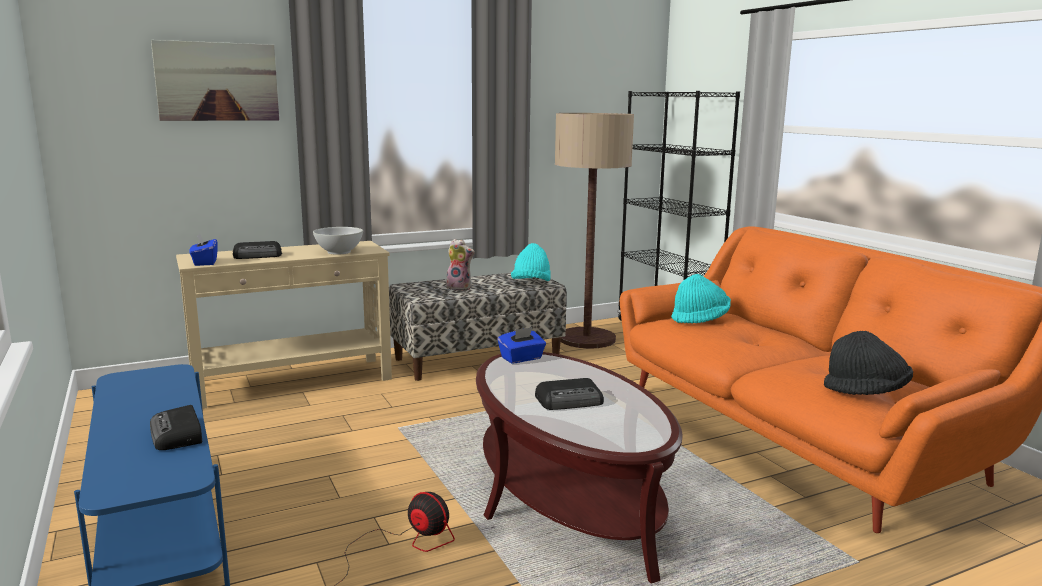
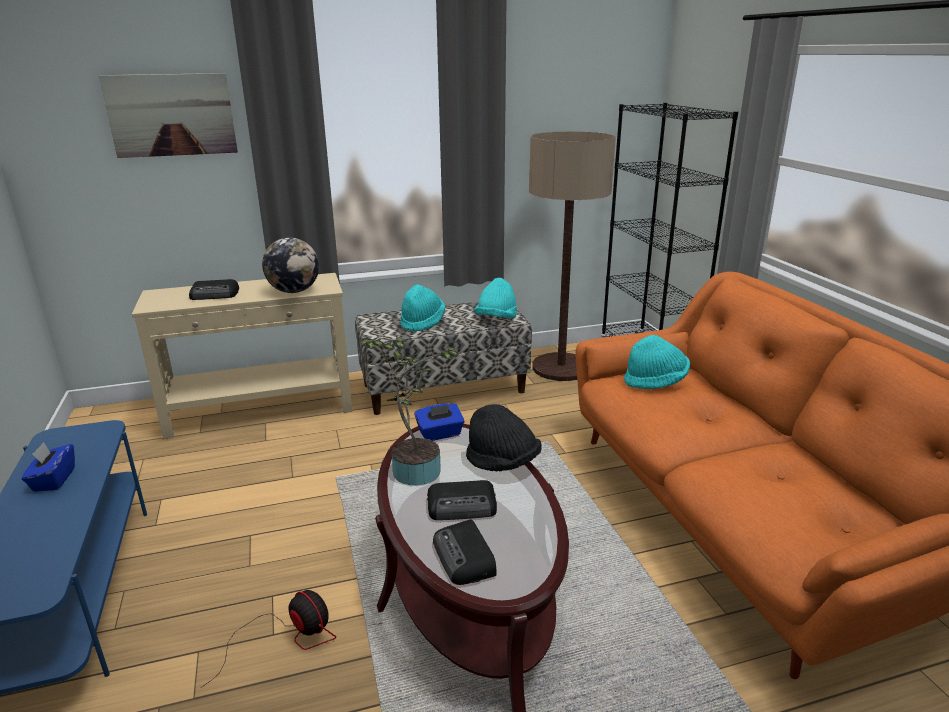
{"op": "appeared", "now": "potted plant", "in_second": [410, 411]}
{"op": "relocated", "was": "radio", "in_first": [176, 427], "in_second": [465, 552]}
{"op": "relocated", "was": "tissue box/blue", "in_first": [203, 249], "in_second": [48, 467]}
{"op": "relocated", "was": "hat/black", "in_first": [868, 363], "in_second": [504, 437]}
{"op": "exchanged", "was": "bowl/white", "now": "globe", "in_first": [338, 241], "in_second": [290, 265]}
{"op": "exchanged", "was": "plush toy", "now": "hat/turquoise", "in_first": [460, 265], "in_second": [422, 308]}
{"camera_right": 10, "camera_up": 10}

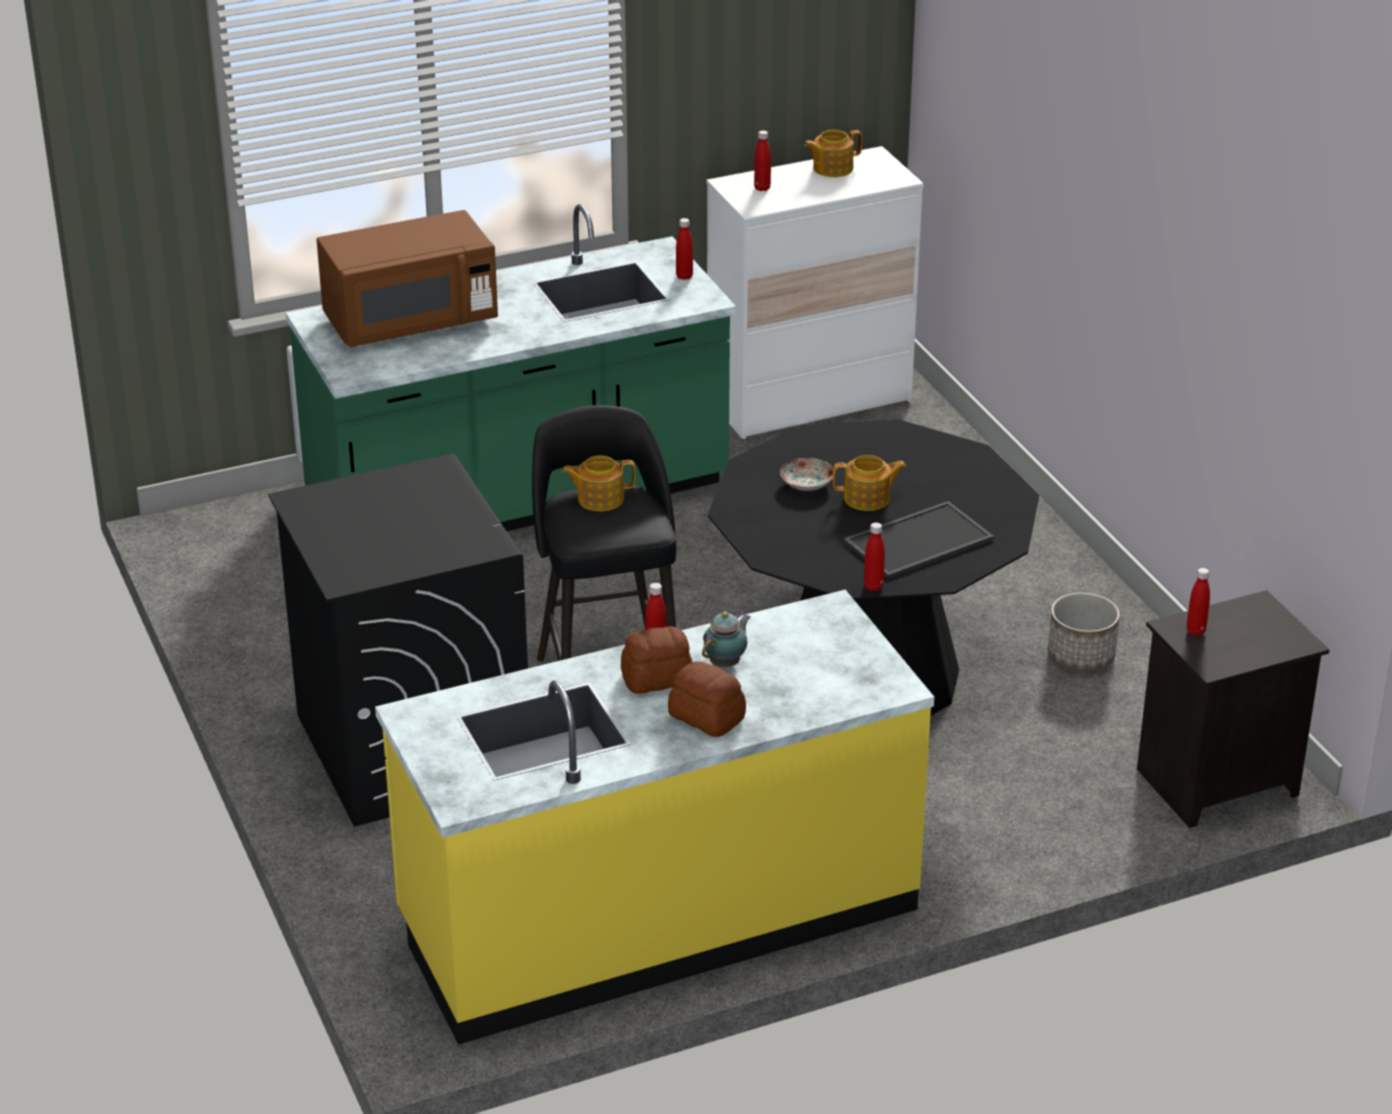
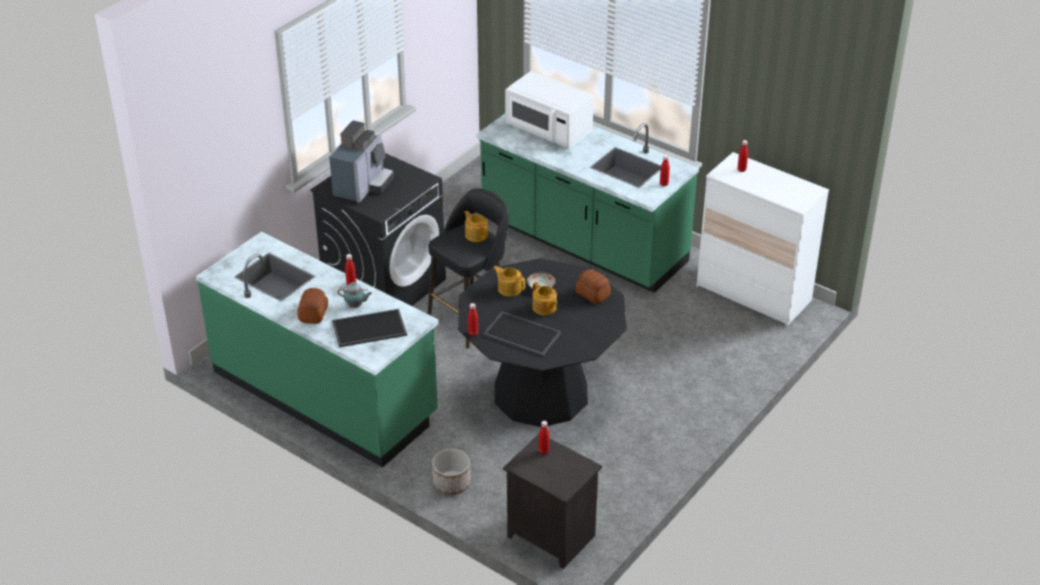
{"op": "appeared", "now": "coffee machine", "in_second": [361, 162]}
{"op": "appeared", "now": "tray", "in_second": [369, 328]}
{"op": "relocated", "was": "bread", "in_first": [656, 660], "in_second": [593, 286]}
{"op": "relocated", "was": "teapot", "in_first": [833, 153], "in_second": [509, 281]}
{"op": "relocated", "was": "planter", "in_first": [1084, 632], "in_second": [451, 472]}
{"op": "colour", "was": "microwave/brown", "now": "microwave/white", "in_first": [407, 278], "in_second": [549, 109]}
{"op": "colour", "was": "counter/yellow", "now": "counter/green", "in_first": [654, 817], "in_second": [317, 349]}
{"camera_right": 60, "camera_up": 5}

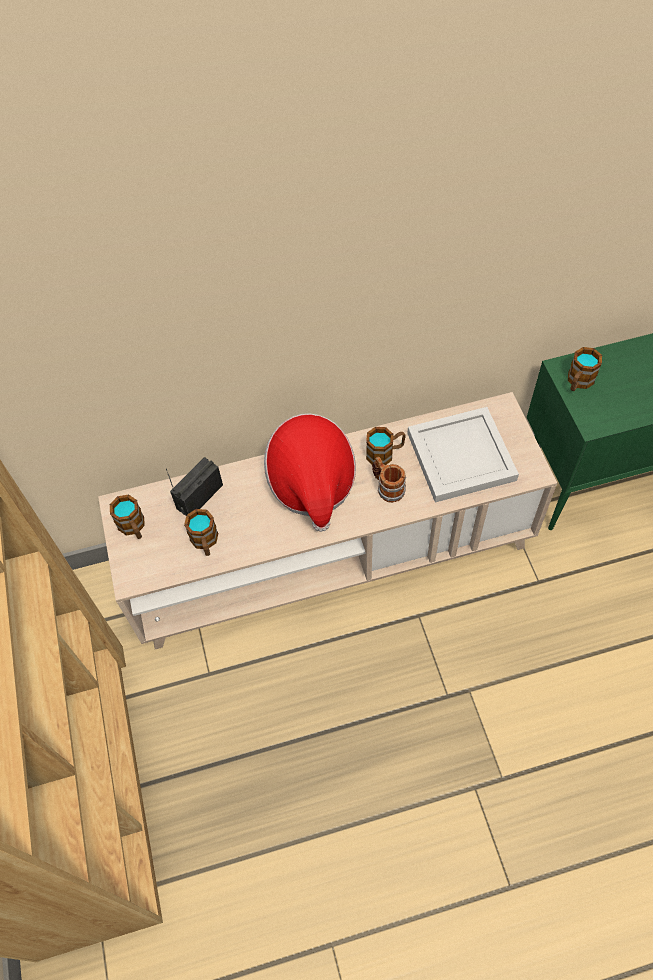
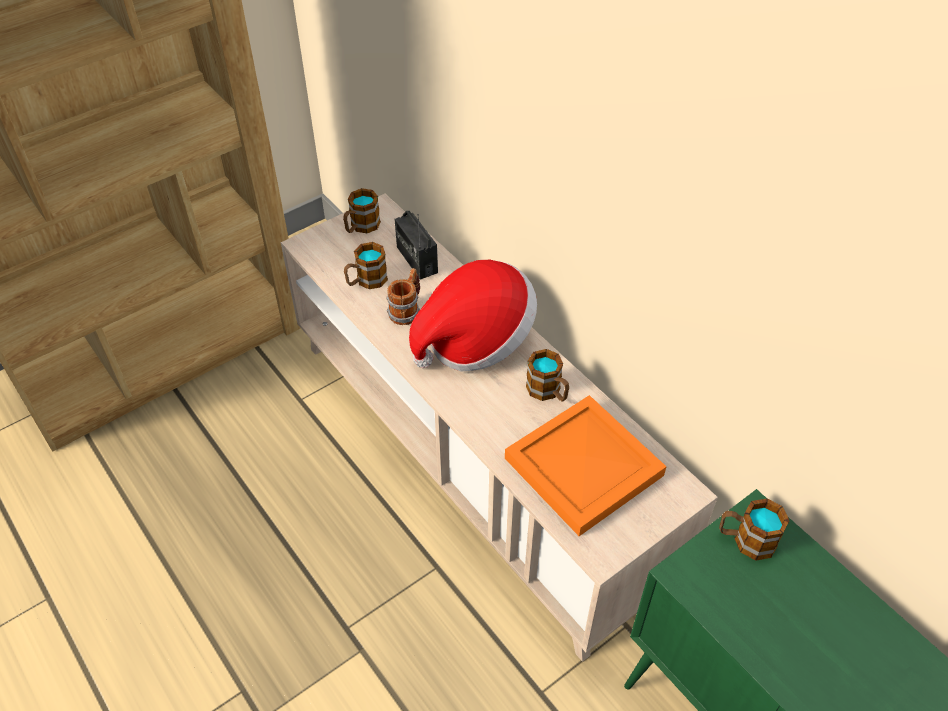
{"op": "relocated", "was": "mug", "in_first": [389, 480], "in_second": [403, 296]}
{"op": "colour", "was": "tray/white", "now": "tray/orange", "in_first": [463, 454], "in_second": [586, 465]}
{"op": "spun", "was": "radio", "in_first": [194, 486], "in_second": [416, 245], "clockwise": -135}
{"camera_right": 65, "camera_up": -10}

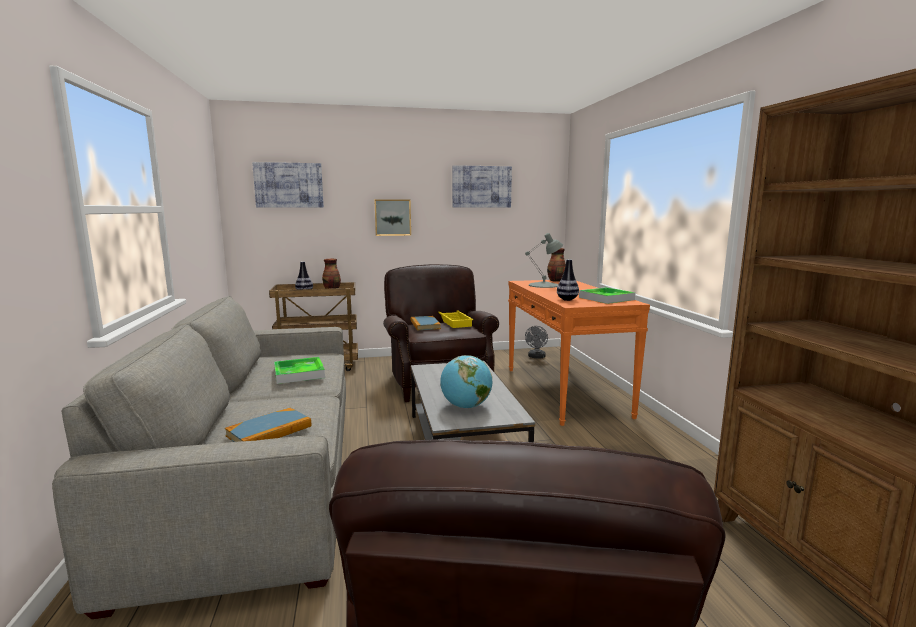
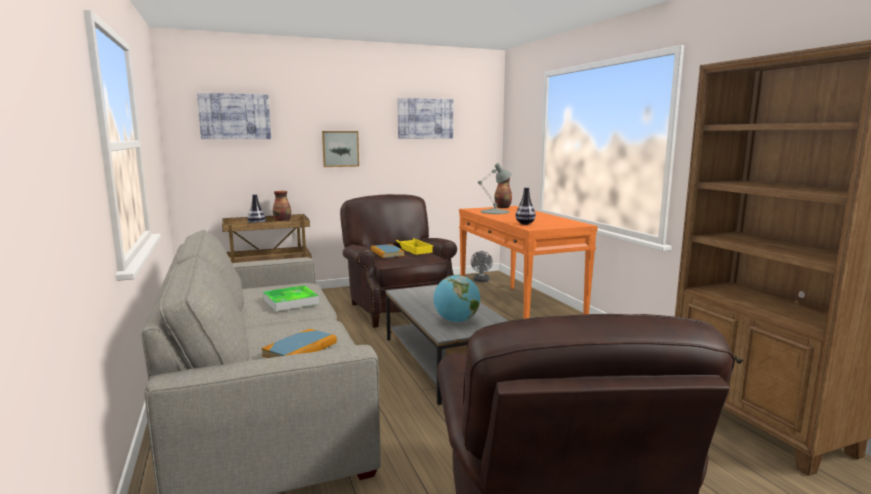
{"op": "missing", "was": "tray", "in_first": [607, 295]}
{"camera_right": -10, "camera_up": 0}

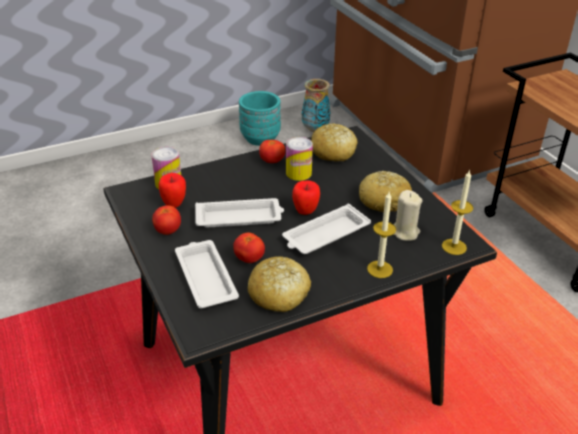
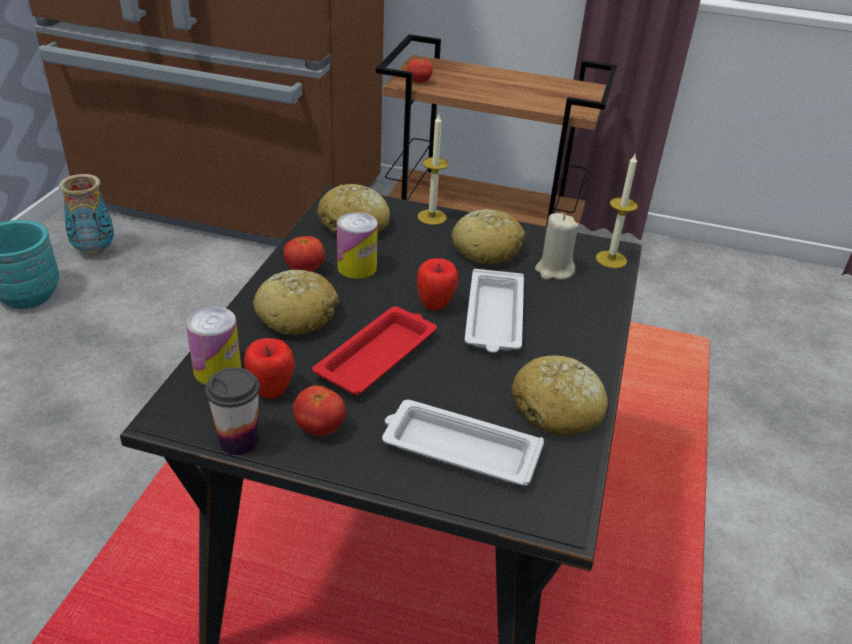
{"op": "appeared", "now": "cup", "in_second": [232, 411]}
{"op": "appeared", "now": "bread", "in_second": [296, 302]}
{"op": "relocated", "was": "tomato", "in_first": [249, 247], "in_second": [420, 71]}
{"op": "relocated", "was": "candle", "in_first": [381, 235], "in_second": [433, 170]}
{"op": "colour", "was": "tray/white", "now": "tray/red", "in_first": [239, 213], "in_second": [374, 350]}
{"camera_right": -50, "camera_up": 0}

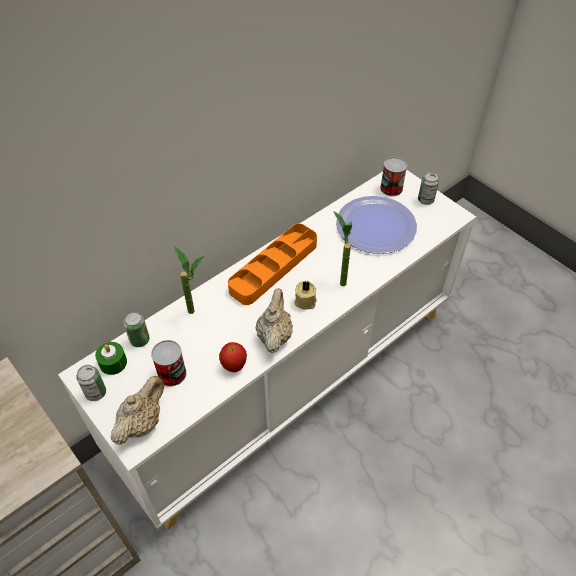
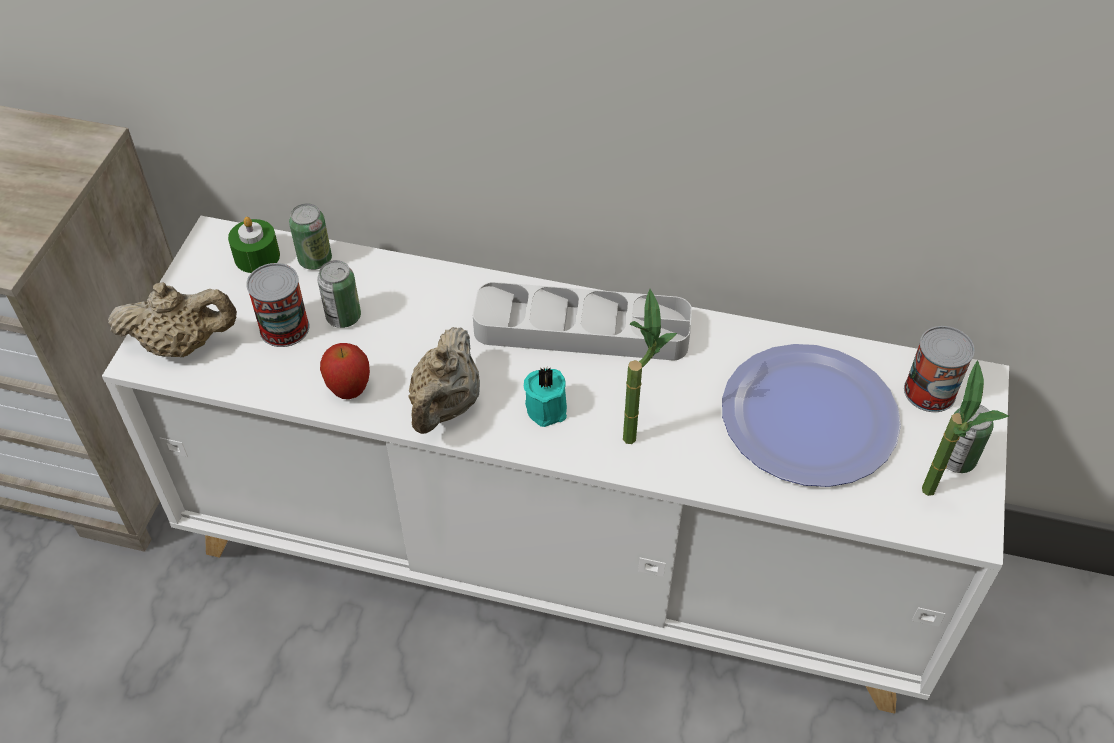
{"op": "relocated", "was": "can", "in_first": [91, 383], "in_second": [339, 294]}
{"op": "relocated", "was": "potted plant", "in_first": [189, 280], "in_second": [965, 428]}
{"op": "colour", "was": "tray/orange", "now": "tray/grey", "in_first": [272, 264], "in_second": [582, 321]}
{"op": "colour", "was": "candle/beige", "now": "candle/turquoise", "in_first": [305, 295], "in_second": [545, 397]}
{"op": "spun", "was": "teapot/beige", "in_first": [274, 320], "in_second": [444, 380], "clockwise": 135}
{"camera_right": 55, "camera_up": 0}

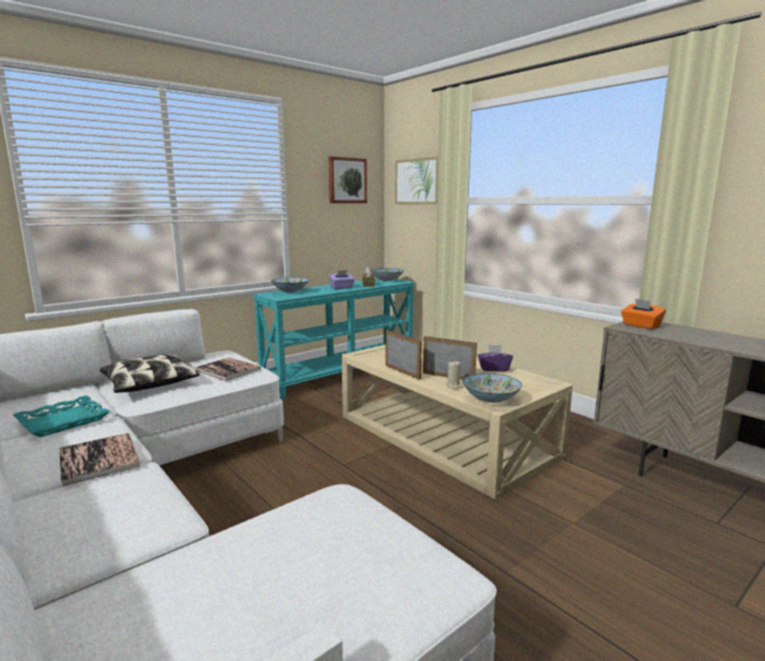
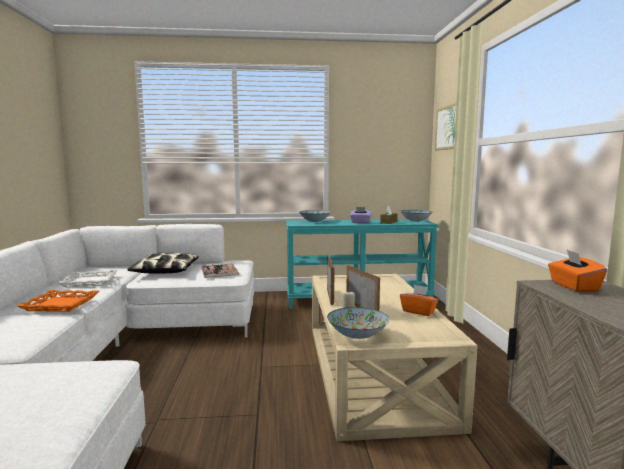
{"op": "missing", "was": "picture", "in_first": [348, 179]}
{"op": "exchanged", "was": "book", "now": "tray/orange", "in_first": [99, 460], "in_second": [58, 301]}
{"op": "colour", "was": "tray/turquoise", "now": "tray/white", "in_first": [61, 416], "in_second": [88, 279]}
{"op": "colour", "was": "tissue box/purple", "now": "tissue box/orange", "in_first": [495, 358], "in_second": [419, 300]}
{"camera_right": 35, "camera_up": -5}

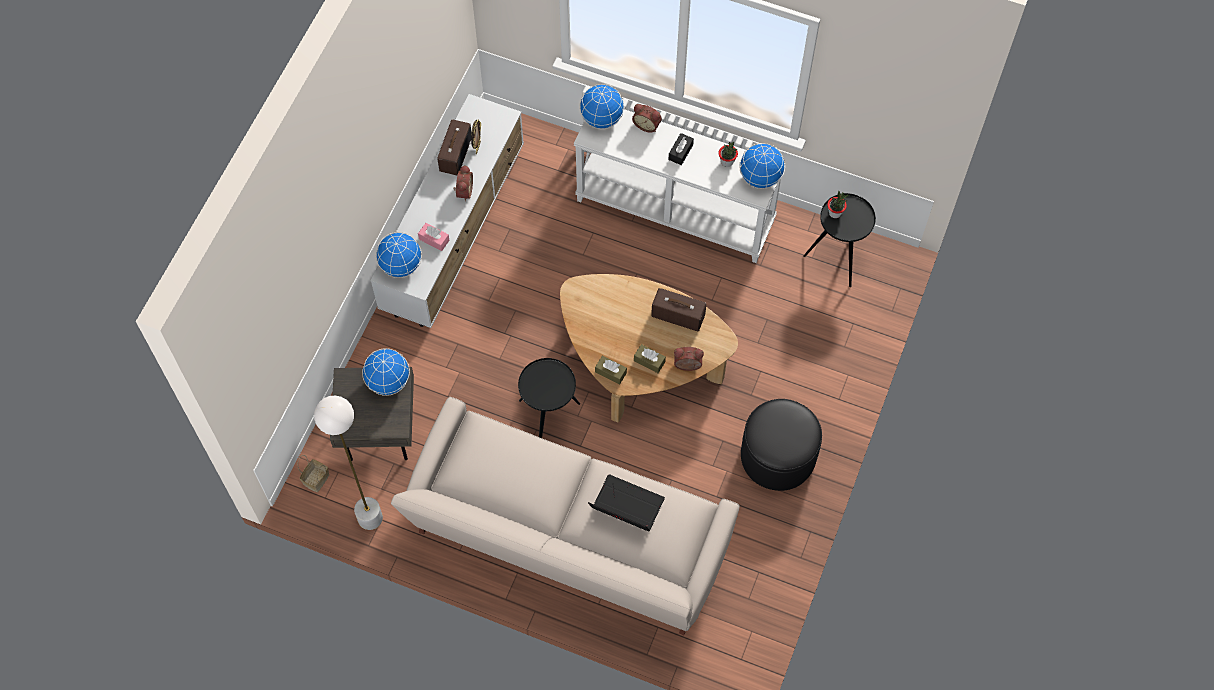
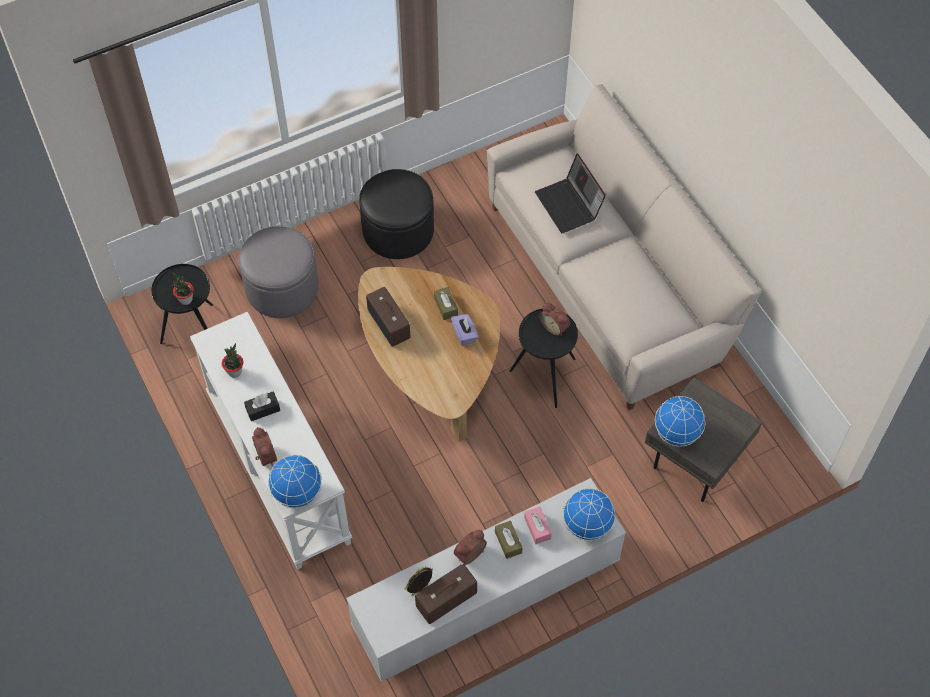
{"op": "missing", "was": "basket", "in_first": [313, 473]}
{"op": "missing", "was": "floor lamp/white", "in_first": [348, 463]}
{"op": "missing", "was": "globe", "in_first": [762, 166]}
{"op": "appeared", "now": "ottoman/grey", "in_second": [278, 272]}
{"op": "appeared", "now": "tissue box/purple", "in_second": [464, 330]}
{"op": "relocated", "was": "tissue box/brown", "in_first": [611, 370], "in_second": [509, 540]}
{"op": "relocated", "was": "alarm clock", "in_first": [689, 359], "in_second": [554, 319]}
{"camera_right": -140, "camera_up": -5}

